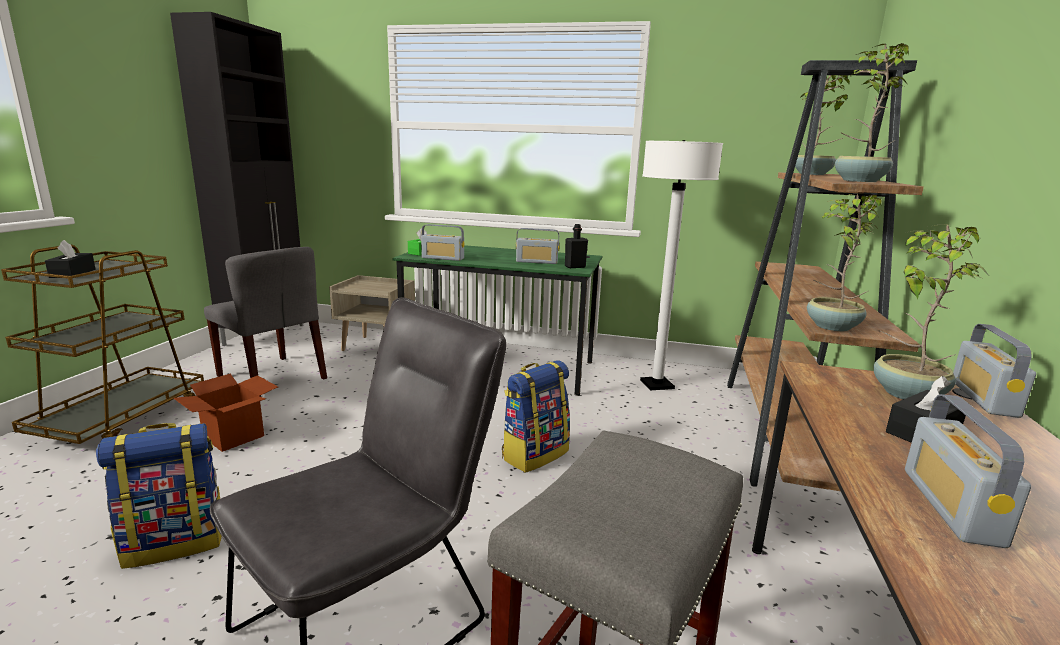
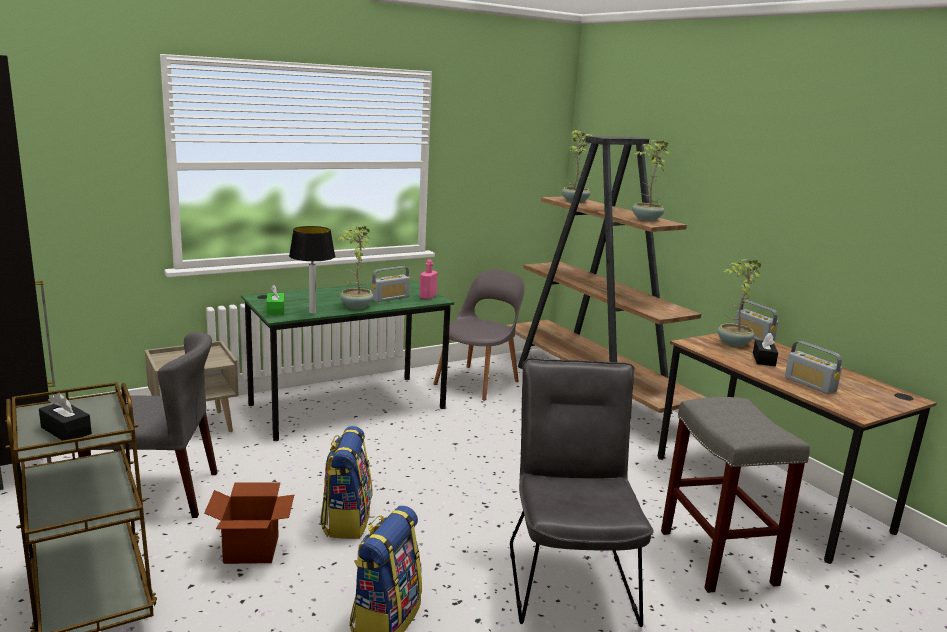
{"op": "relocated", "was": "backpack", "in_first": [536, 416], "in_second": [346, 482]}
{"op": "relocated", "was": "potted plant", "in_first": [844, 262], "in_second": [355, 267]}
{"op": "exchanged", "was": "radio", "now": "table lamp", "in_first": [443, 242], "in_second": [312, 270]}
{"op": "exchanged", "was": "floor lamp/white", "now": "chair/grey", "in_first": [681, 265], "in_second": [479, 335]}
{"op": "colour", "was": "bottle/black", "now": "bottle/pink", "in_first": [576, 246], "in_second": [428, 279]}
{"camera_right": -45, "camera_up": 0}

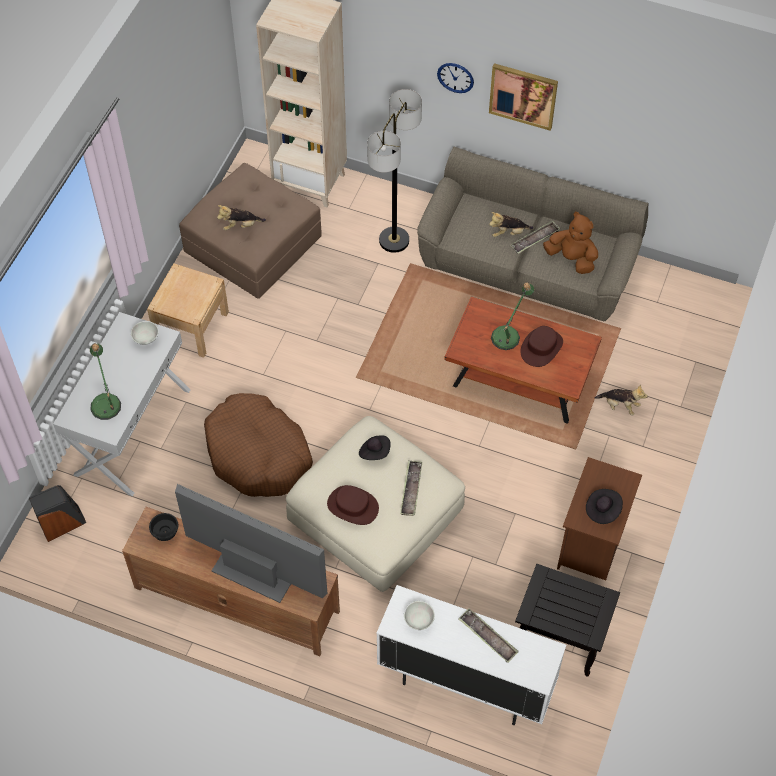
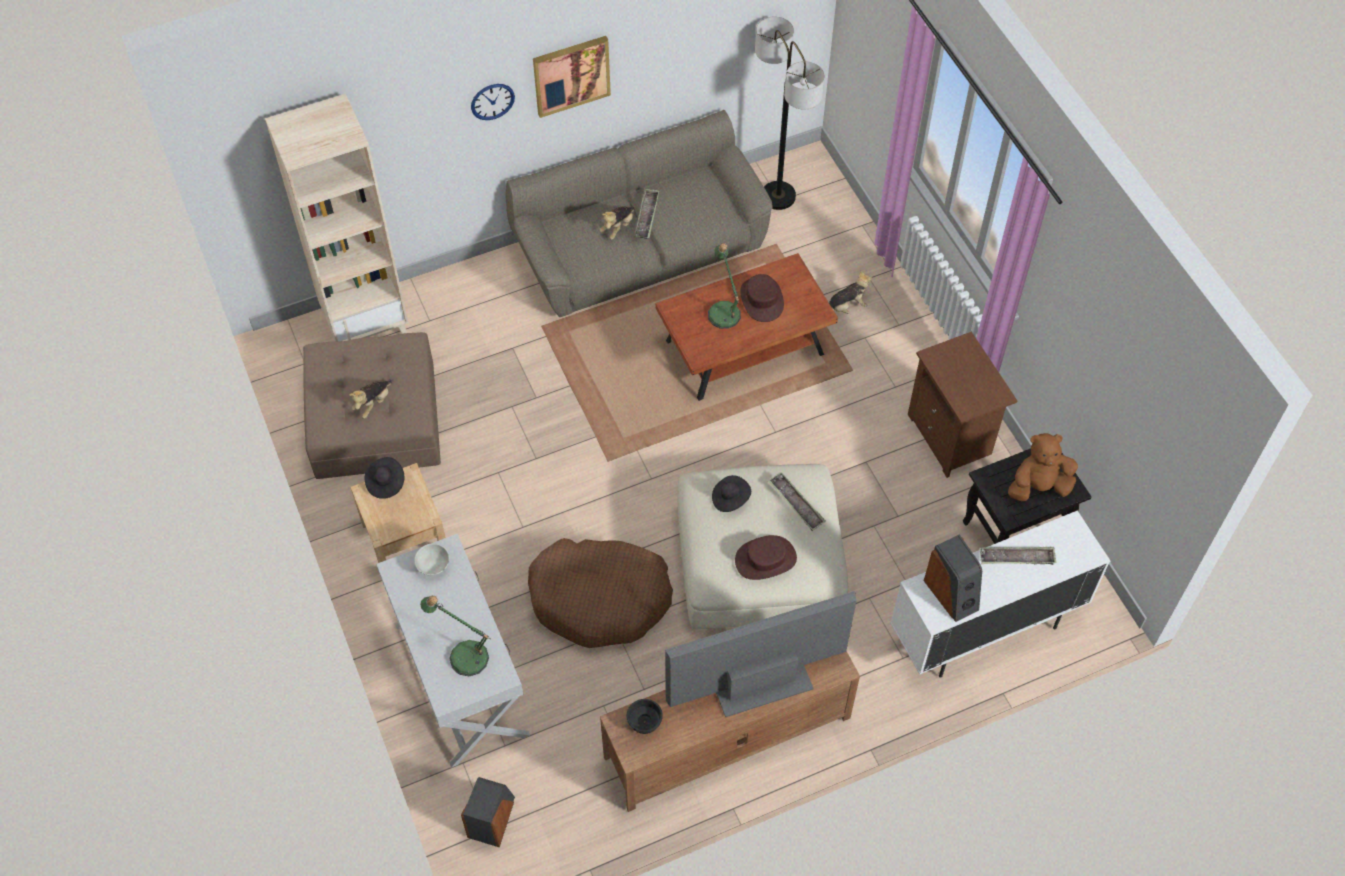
{"op": "relocated", "was": "floor lamp", "in_first": [394, 171], "in_second": [789, 113]}
{"op": "relocated", "was": "plush toy/brown", "in_first": [570, 243], "in_second": [1043, 467]}
{"op": "relocated", "was": "hat/black", "in_first": [604, 506], "in_second": [384, 478]}
{"op": "exchanged", "was": "bowl/white", "now": "speaker", "in_first": [419, 615], "in_second": [953, 578]}
{"camera_right": -45, "camera_up": 0}

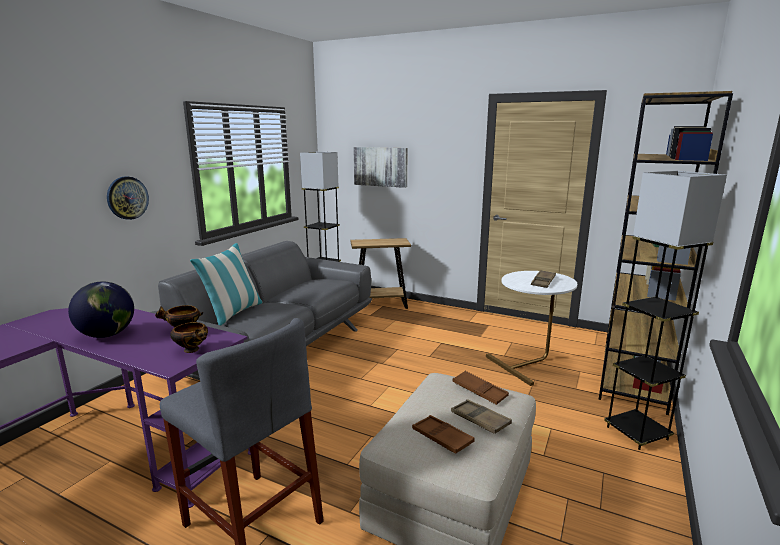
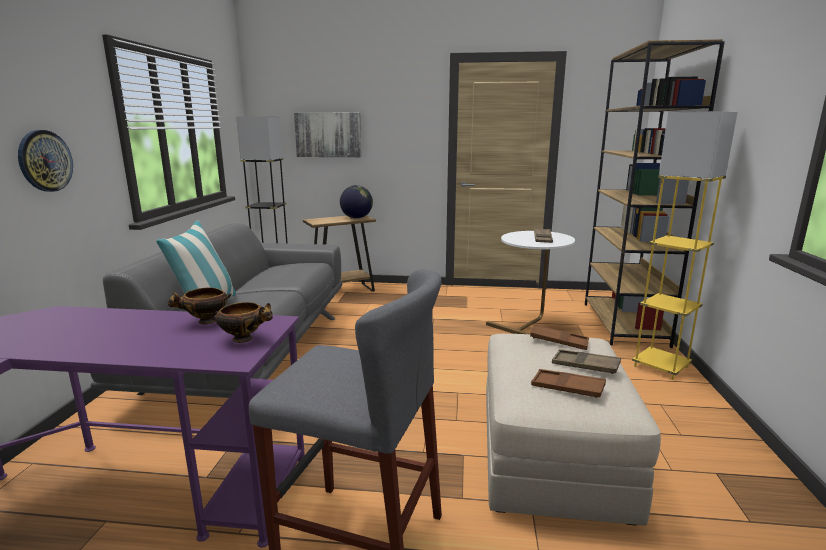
{"op": "relocated", "was": "globe", "in_first": [101, 310], "in_second": [356, 202]}
{"op": "colour", "was": "floor lamp/grey", "now": "floor lamp/yellow", "in_first": [665, 310], "in_second": [684, 245]}
{"camera_right": -20, "camera_up": 0}

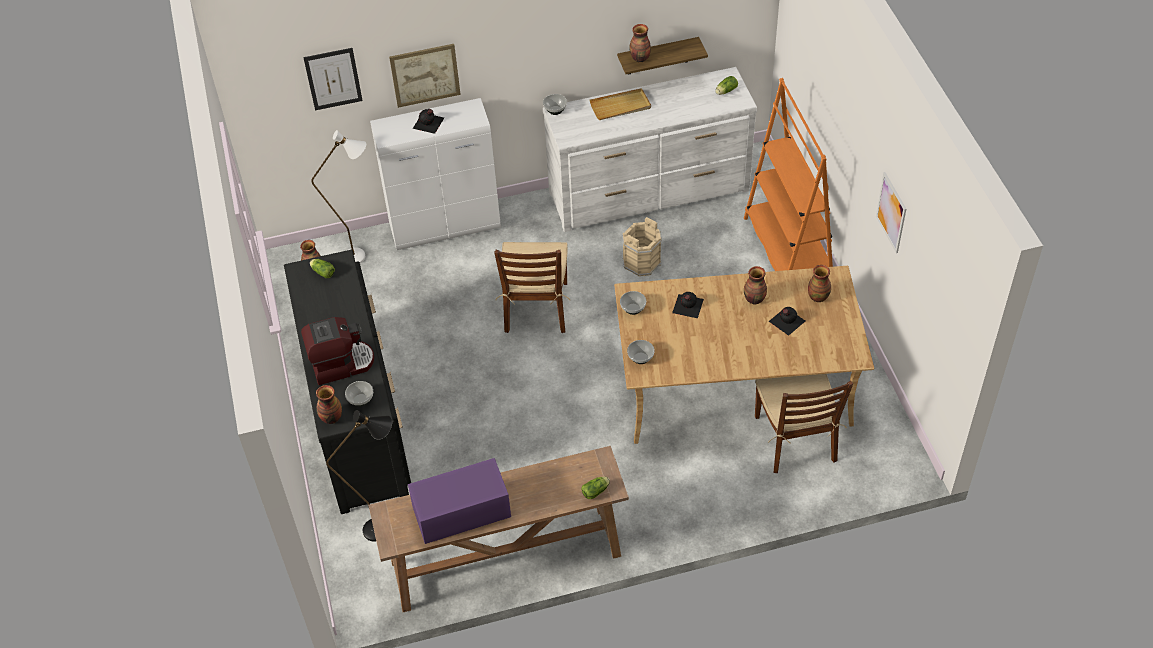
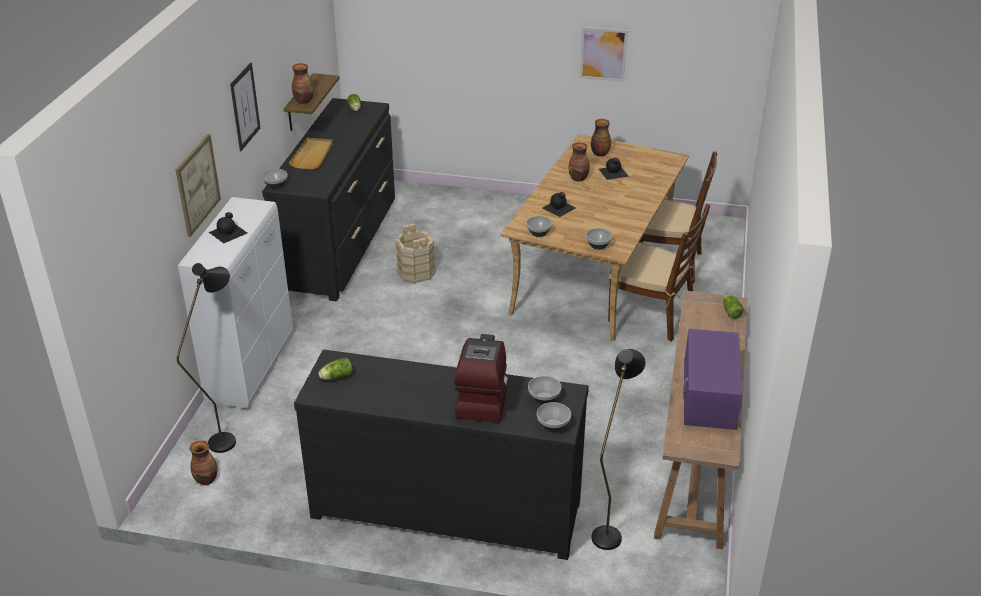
{"op": "missing", "was": "bookcase/orange", "in_first": [788, 174]}
{"op": "relocated", "was": "picture", "in_first": [333, 79], "in_second": [245, 107]}
{"op": "relocated", "was": "chair/brown", "in_first": [532, 287], "in_second": [659, 272]}
{"op": "exchanged", "was": "vase", "now": "bowl", "in_first": [329, 404], "in_second": [554, 417]}
{"op": "colour", "was": "floor lamp/white", "now": "floor lamp/black", "in_first": [338, 197], "in_second": [206, 358]}
{"op": "colour", "was": "dresser/white", "now": "dresser/black", "in_first": [650, 149], "in_second": [328, 199]}
{"camera_right": -65, "camera_up": -15}

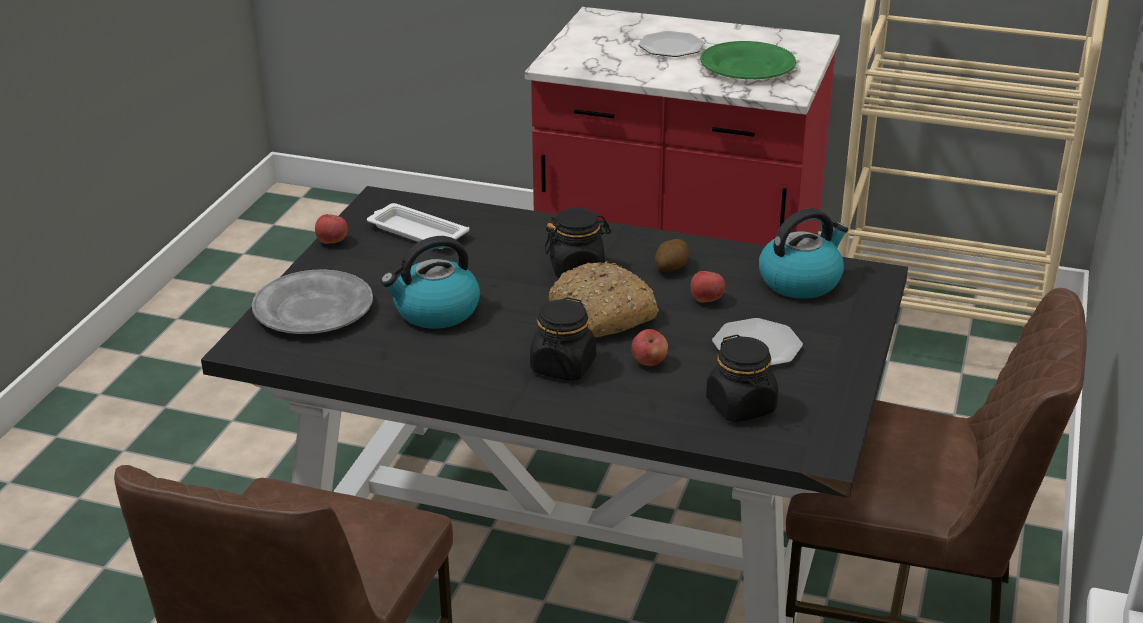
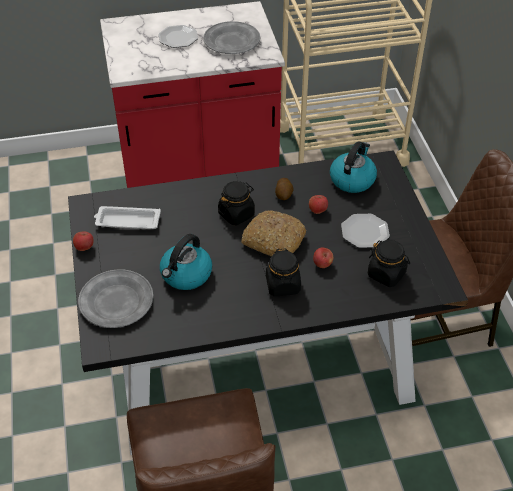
{"op": "colour", "was": "plate/green", "now": "plate/grey", "in_first": [748, 60], "in_second": [231, 37]}
{"camera_right": -30, "camera_up": 15}

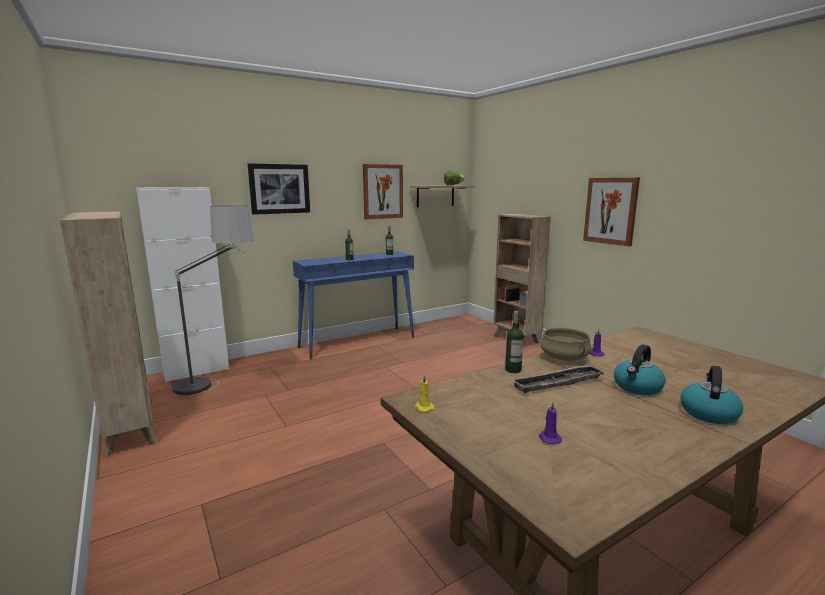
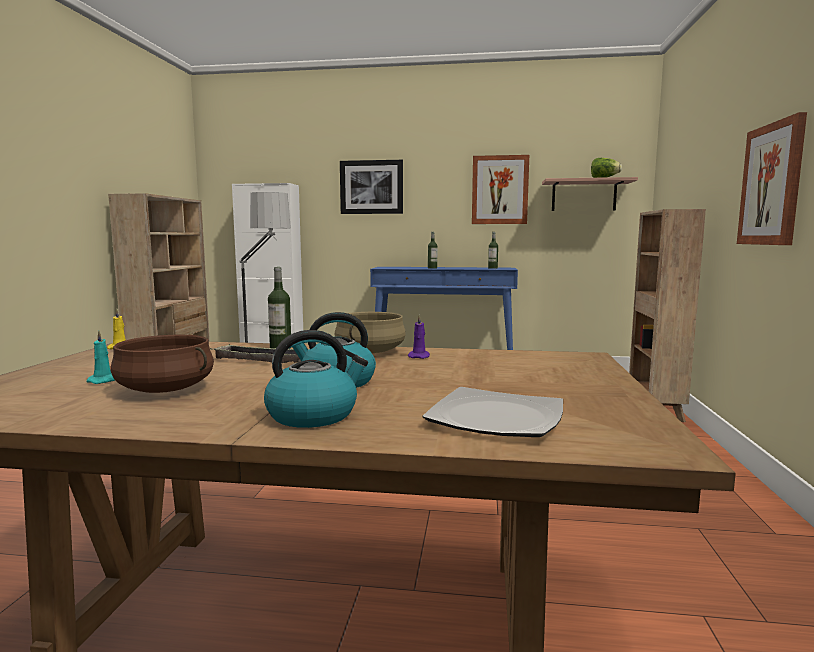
{"op": "appeared", "now": "cooking pot/brown", "in_second": [162, 364]}
{"op": "appeared", "now": "plate", "in_second": [493, 412]}
{"op": "colour", "was": "candle/purple", "now": "candle/turquoise", "in_first": [550, 423], "in_second": [101, 357]}
{"camera_right": 40, "camera_up": -5}

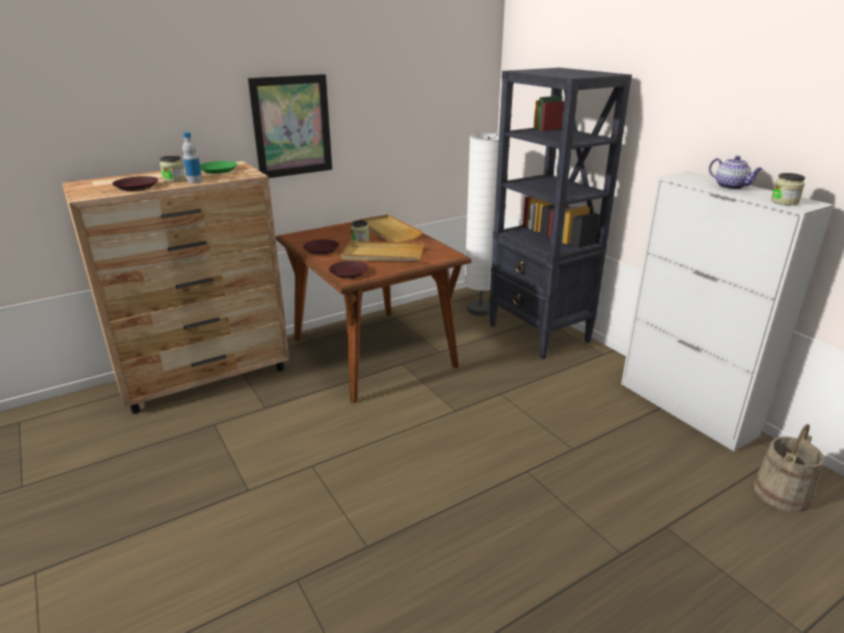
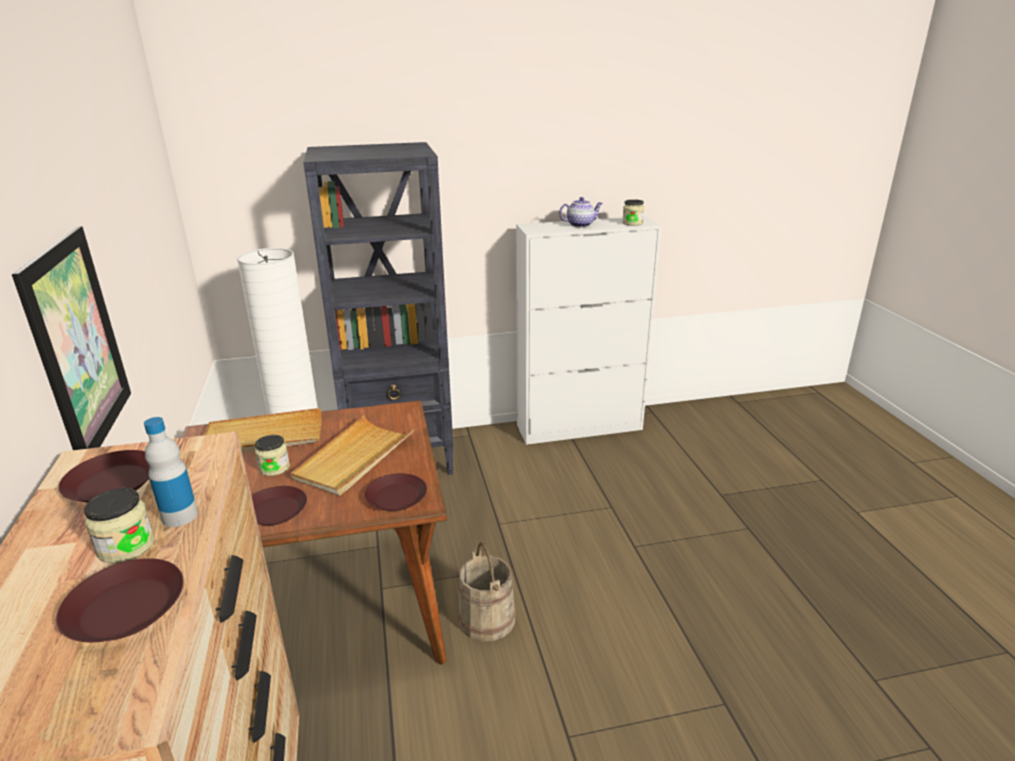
{"op": "relocated", "was": "bucket/beige", "in_first": [789, 468], "in_second": [487, 591]}
{"op": "colour", "was": "plate/green", "now": "plate/brown", "in_first": [219, 167], "in_second": [104, 476]}
{"camera_right": -70, "camera_up": 0}

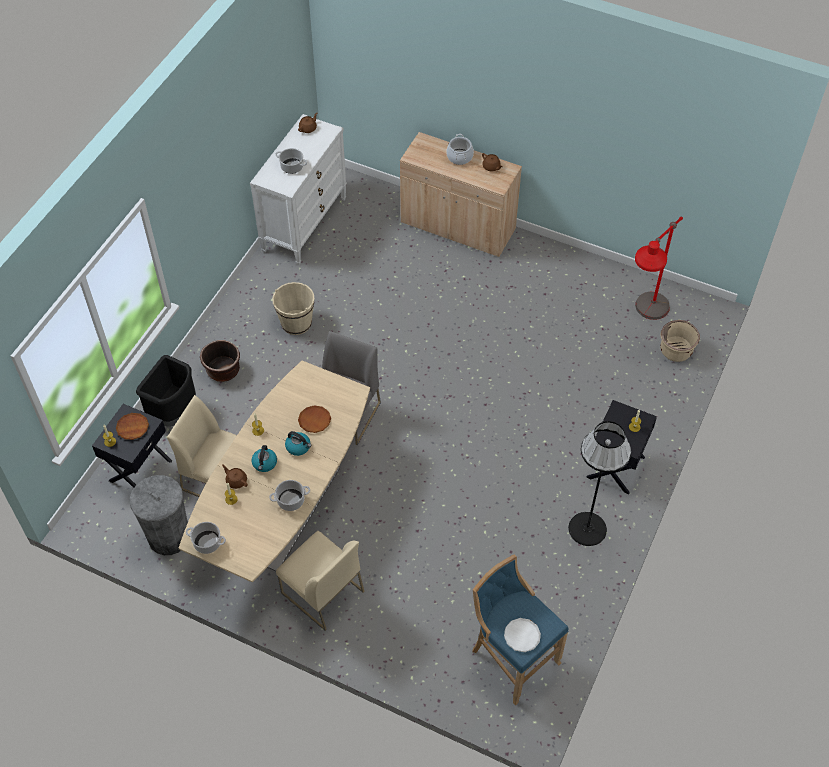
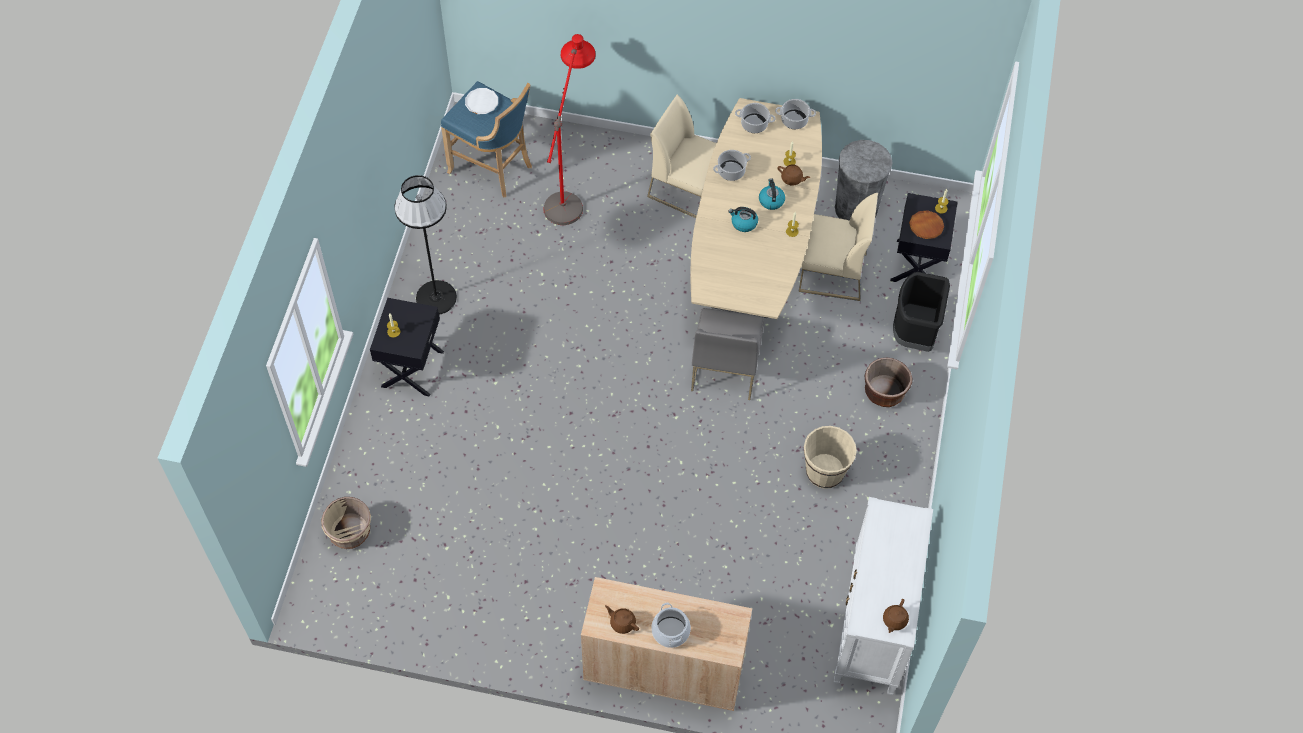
{"op": "missing", "was": "plate/brown", "in_first": [314, 419]}
{"op": "relocated", "was": "cooking pot", "in_first": [291, 161], "in_second": [755, 118]}
{"op": "relocated", "was": "floor lamp/red", "in_first": [659, 268], "in_second": [569, 129]}
{"camera_right": 165, "camera_up": 5}

